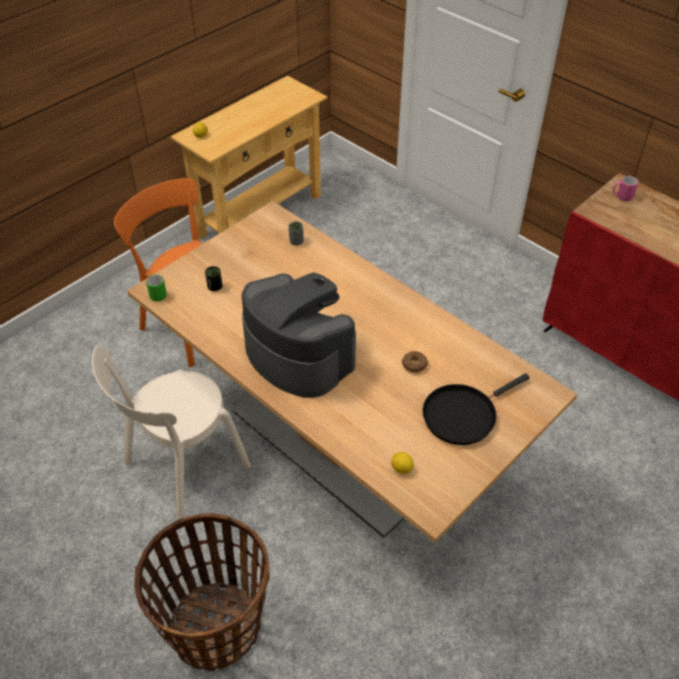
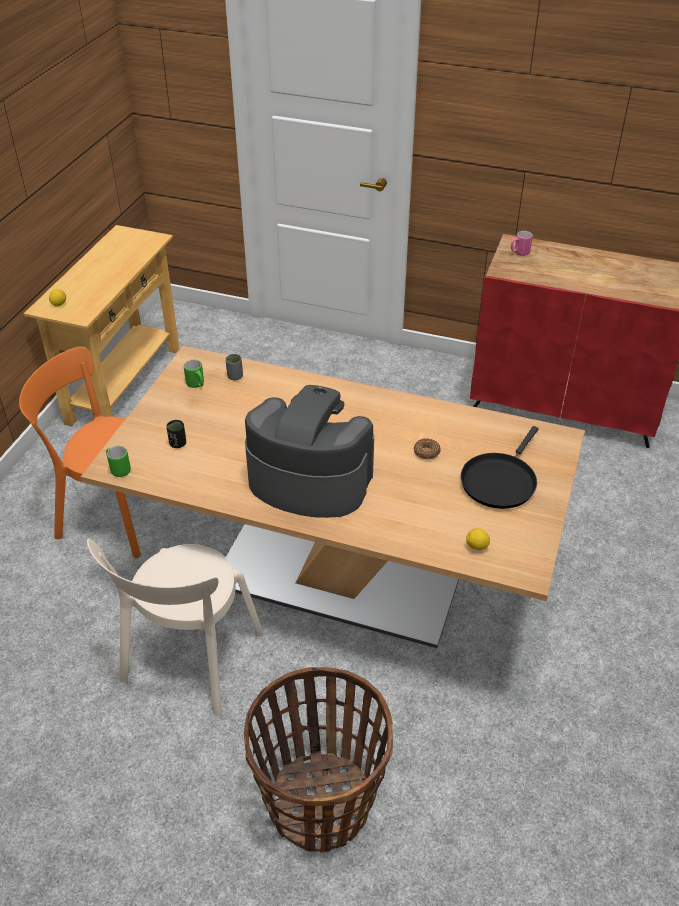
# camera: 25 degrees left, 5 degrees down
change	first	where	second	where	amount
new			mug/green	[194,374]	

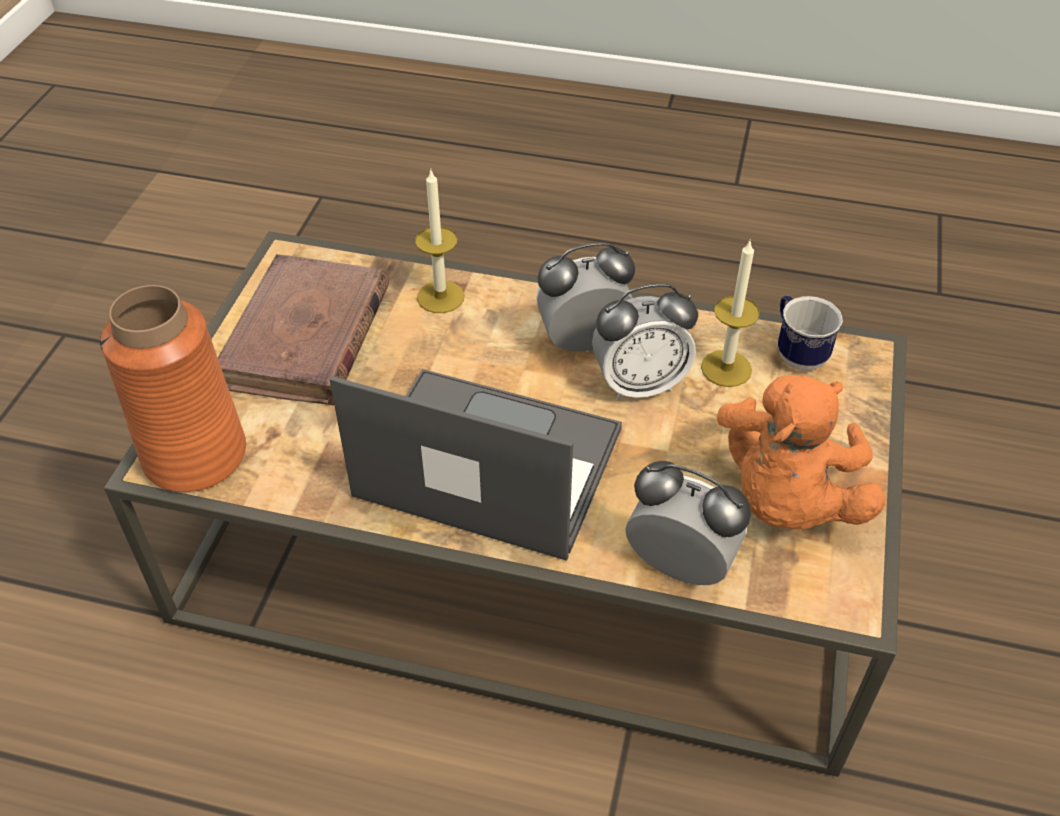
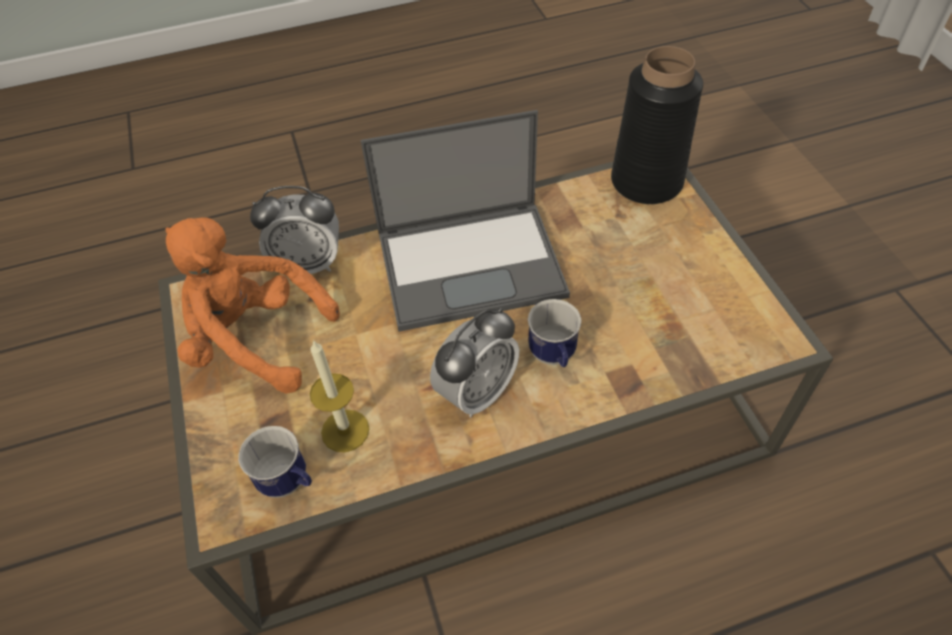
# camera: 150 degrees right, 5 degrees up
change	first	where	second	where	amount
gone	candle	[440,241]			
gone	book/brown	[303,330]			
gone	alarm clock	[645,342]			
repainted	vase/orange	[173,388]	vase/black	[657,125]	
rotated	plush toy/orange	[801,452]		[252,305]	60 degrees counterclockwise
new			mug	[555,333]	

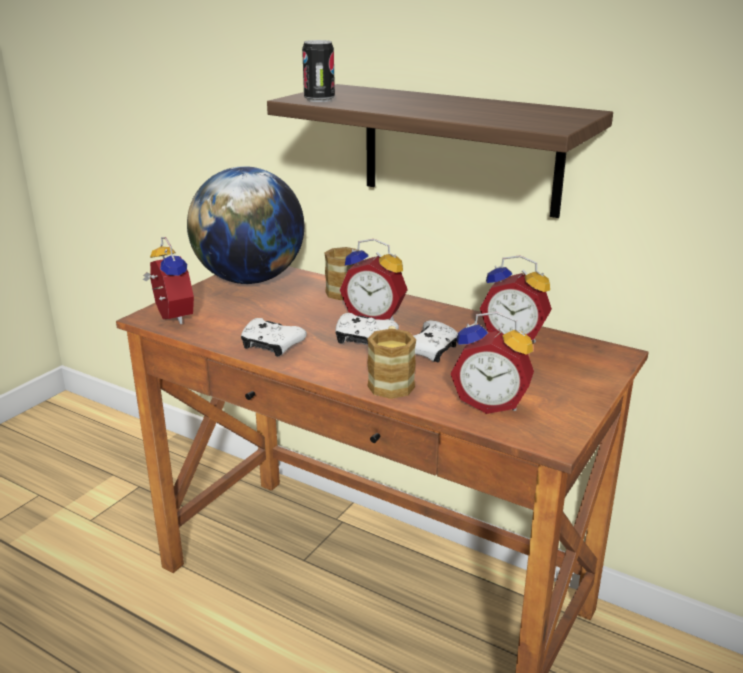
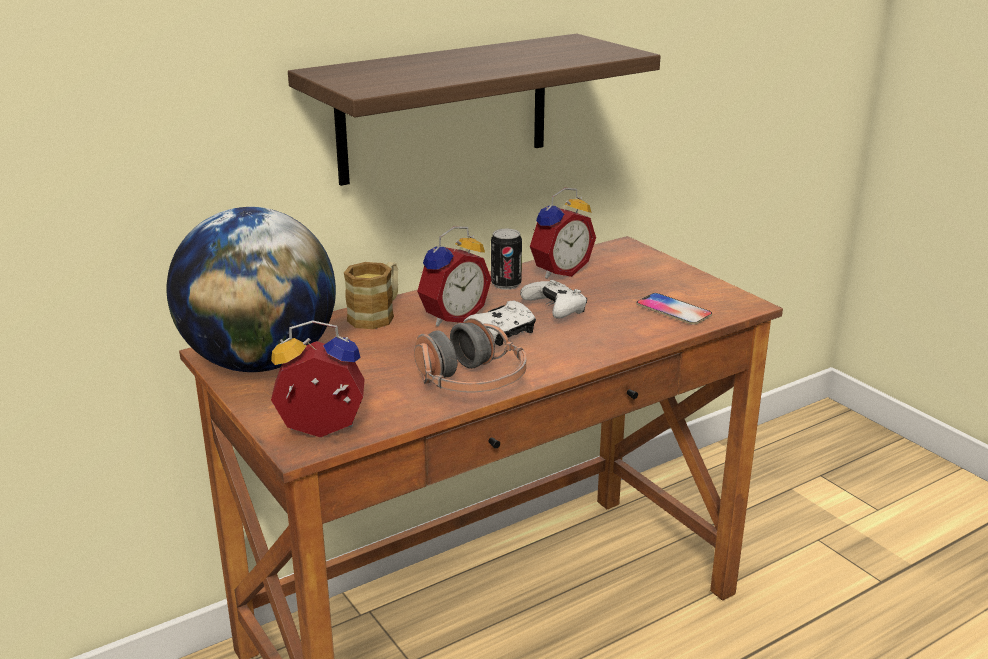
# camera: 65 degrees left, 0 degrees up
change	first	where	second	where	amount
shifted	can	[318,71]		[506,259]	
swapped	alarm clock	[492,363]	phone	[674,309]	
swapped	game controller/white	[274,337]	headphones	[470,355]	
gone	mug	[391,362]			

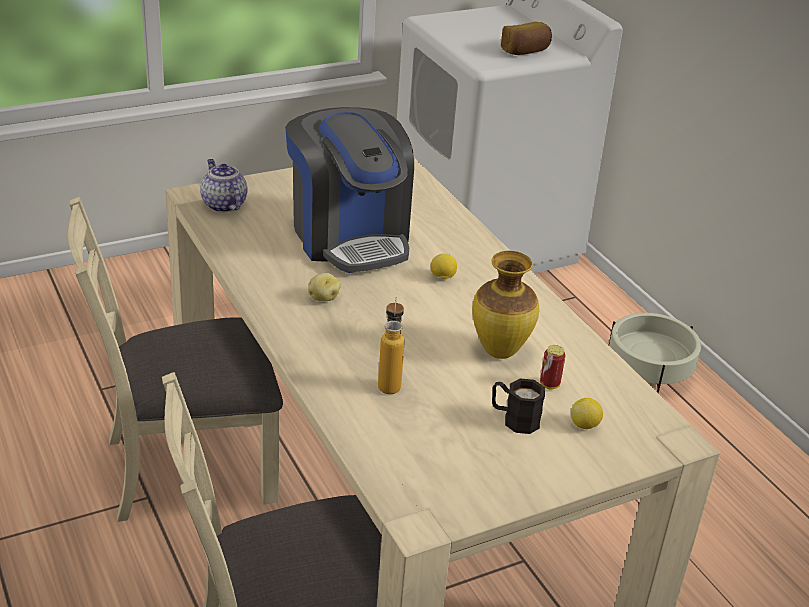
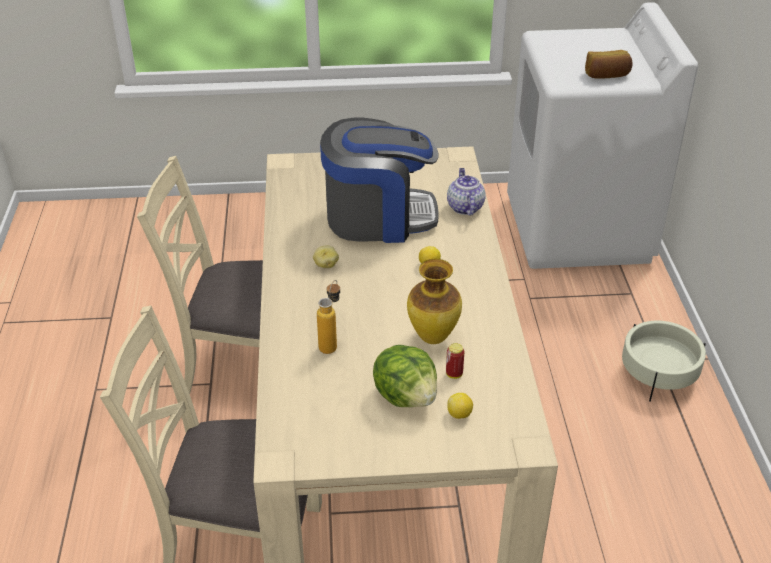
# camera: 25 degrees right, 5 degrees up
change	first	where	second	where	amount
rotated	coffee machine	[349,190]		[379,180]	90 degrees counterclockwise
shifted	teapot	[224,185]		[466,192]	
swapped	mug/black	[518,406]	lettuce	[405,376]	

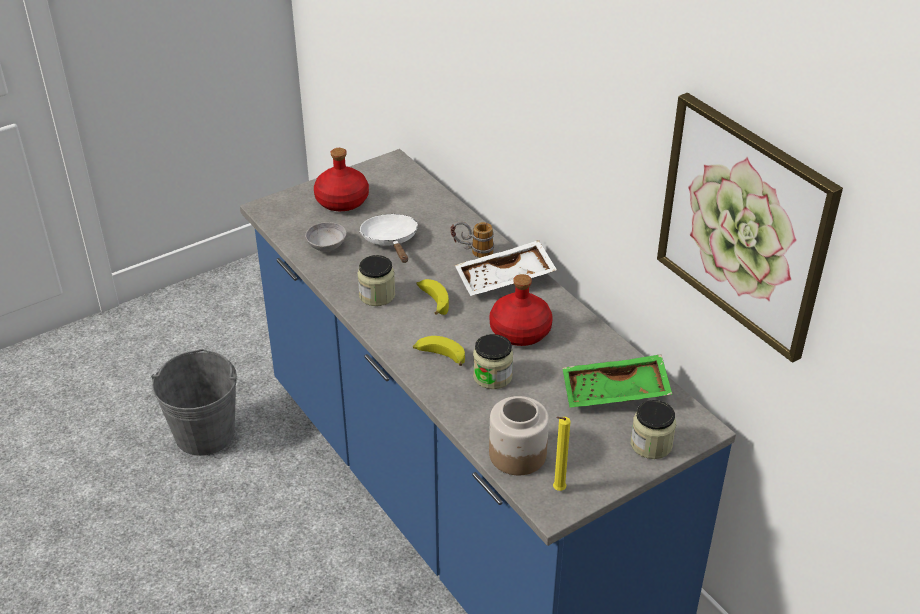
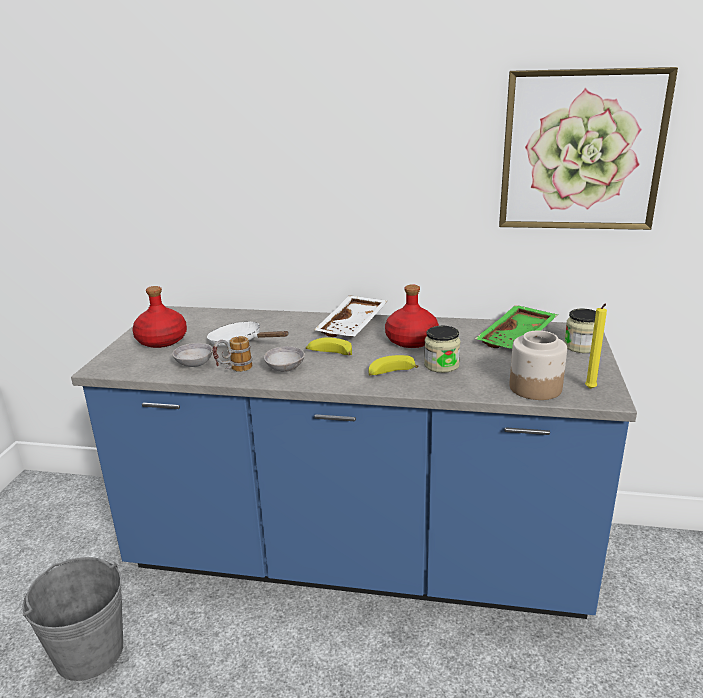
# camera: 45 degrees left, 15 degrees down
change	first	where	second	where	amount
shifted	mug	[472,239]		[232,354]	
swapped	jar	[376,280]	bowl/grey	[284,359]	

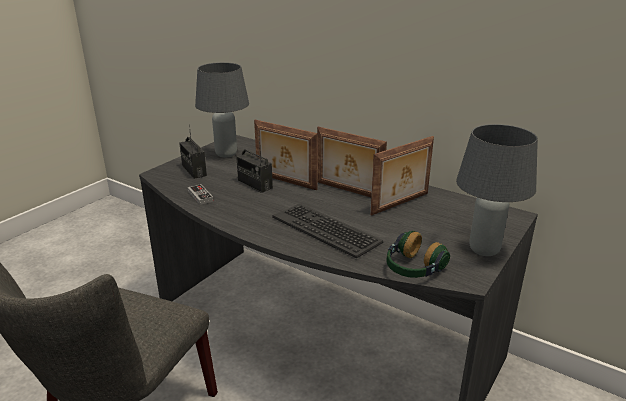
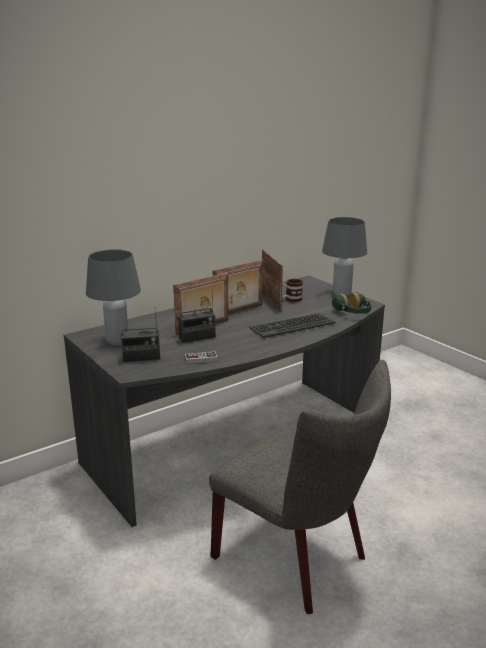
# camera: 70 degrees left, 5 degrees down
change	first	where	second	where	amount
new			mug	[292,290]	

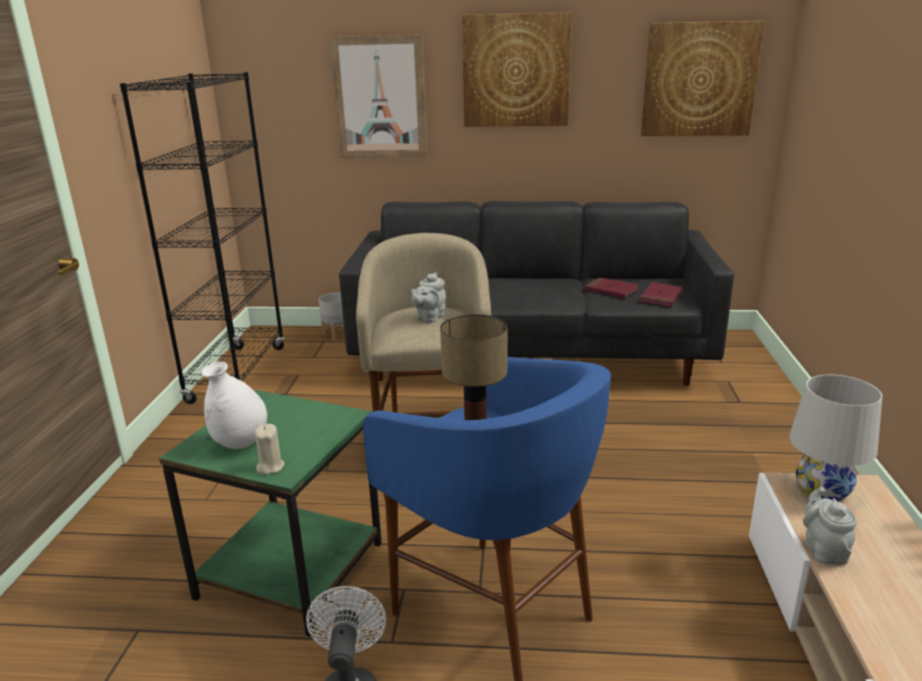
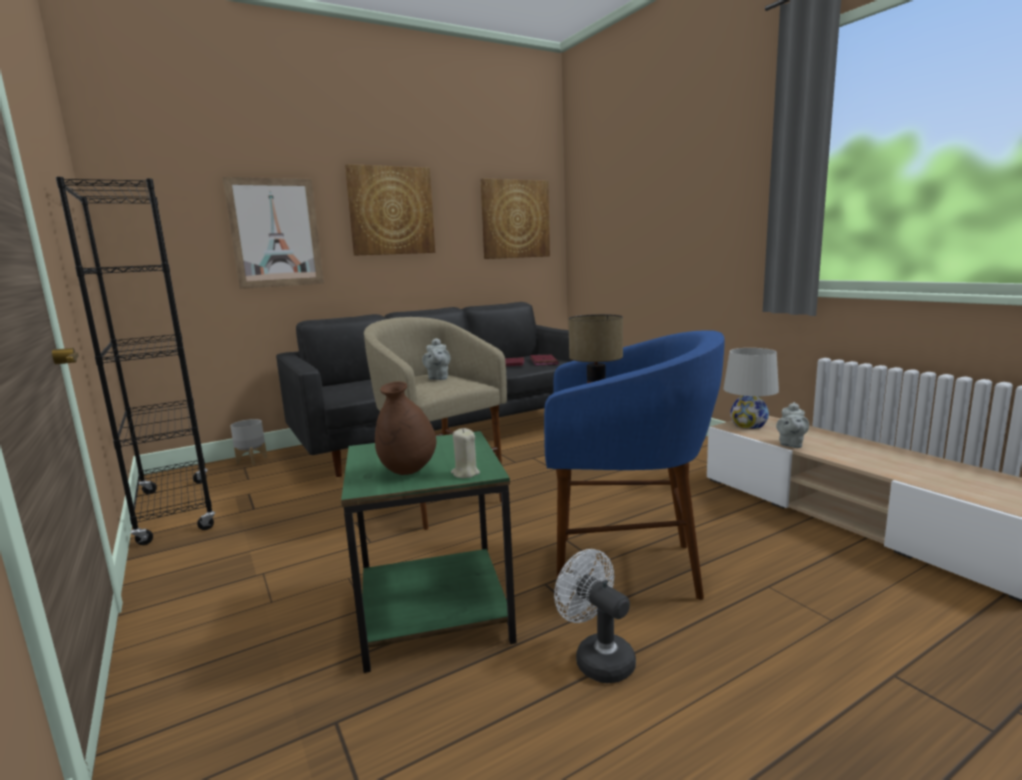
# camera: 35 degrees left, 10 degrees down
change	first	where	second	where	amount
repainted	vase/white	[234,405]	vase/brown	[405,428]	
rotated	teapot/grey	[830,526]		[792,425]	120 degrees counterclockwise

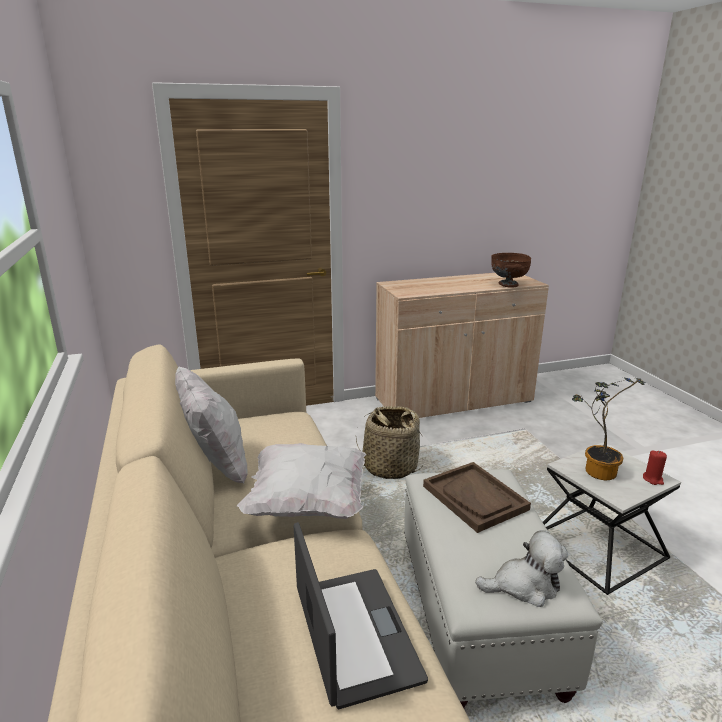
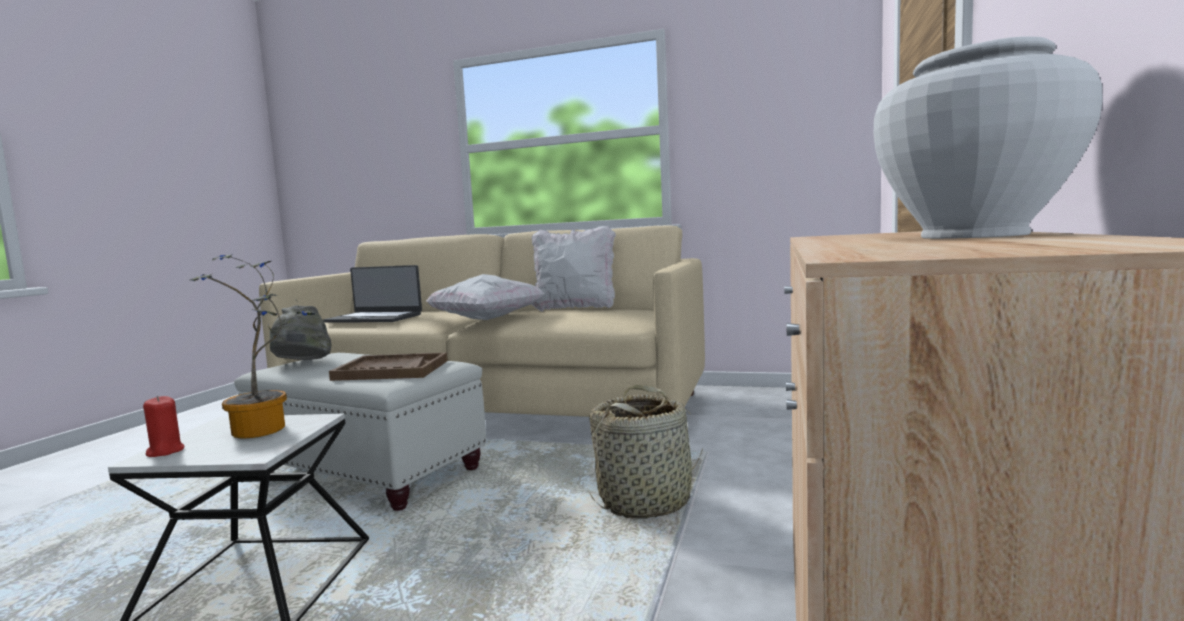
# camera: 125 degrees right, 15 degrees down
change	first	where	second	where	amount
gone	bowl/brown	[511,270]			
swapped	plush toy	[521,568]	hat/grey	[301,333]	
new			vase/white	[988,137]	

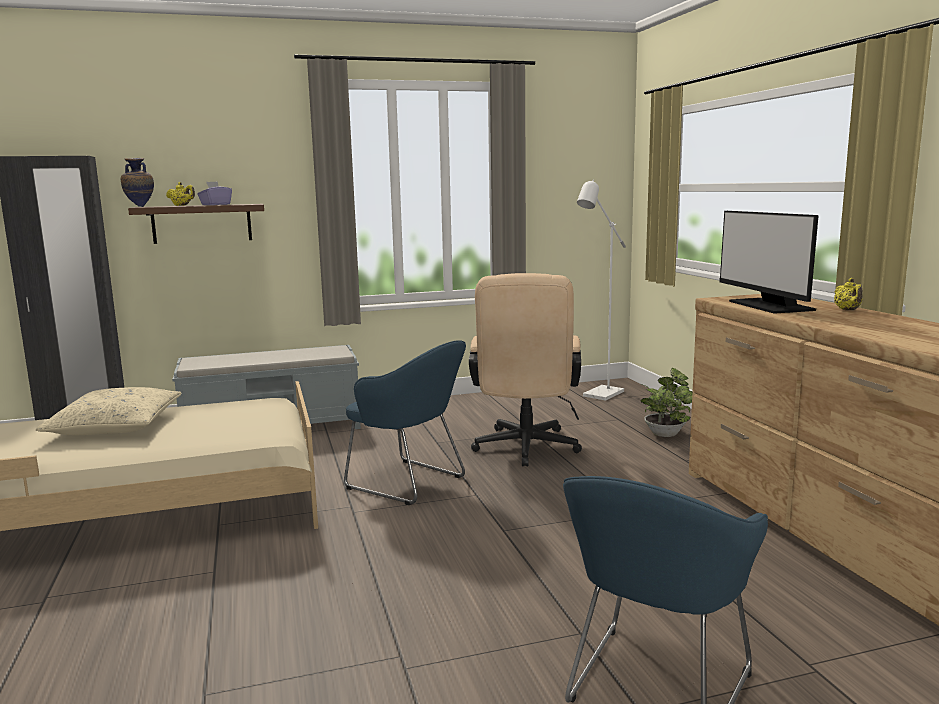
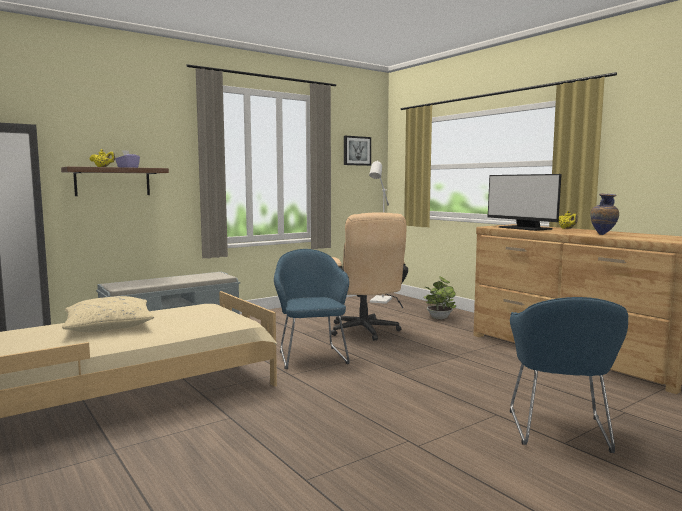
# camera: 20 degrees left, 5 degrees down
change	first	where	second	where	amount
shifted	vase	[137,182]		[604,214]	
rotated	armchair/blue	[405,422]		[311,309]	120 degrees counterclockwise
new			picture	[357,151]	

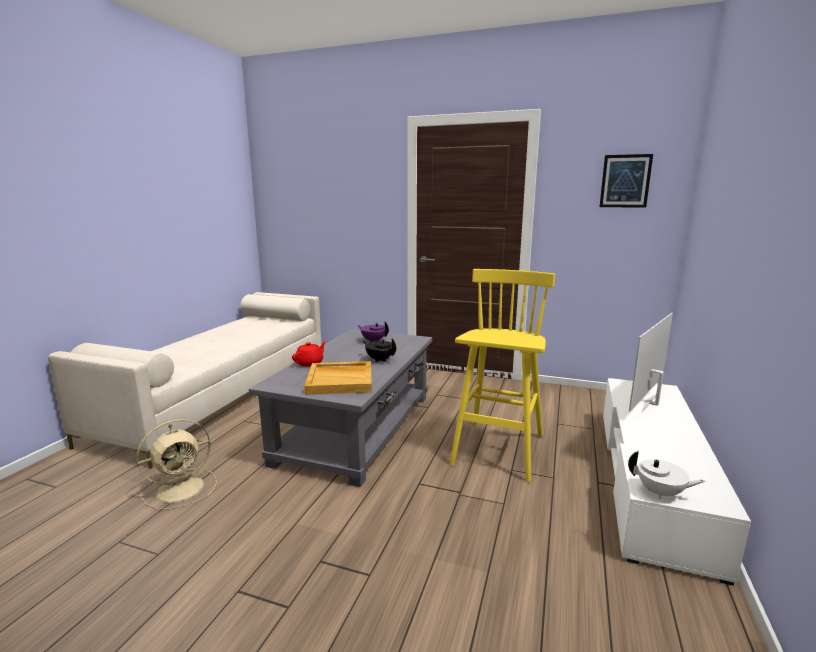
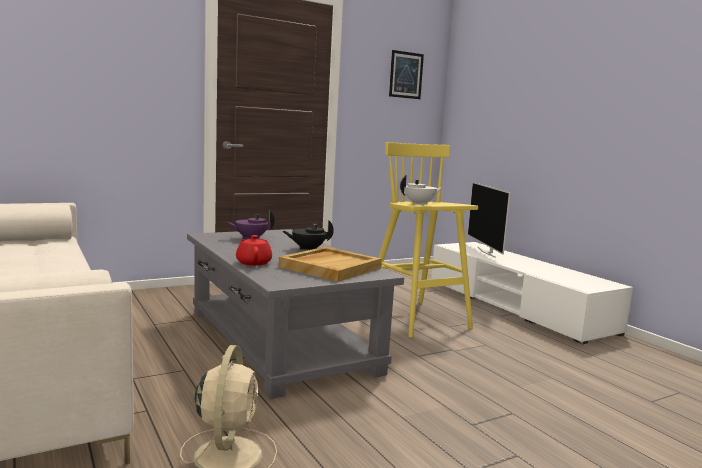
# camera: 50 degrees left, 5 degrees down
change	first	where	second	where	amount
shifted	teapot/white	[666,475]		[421,190]	

